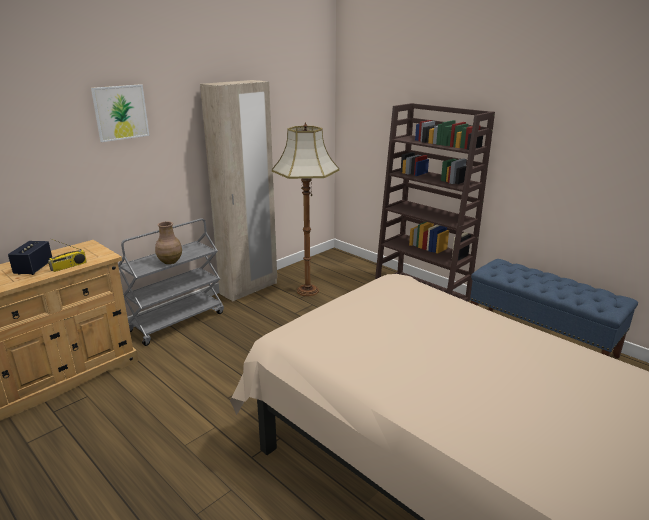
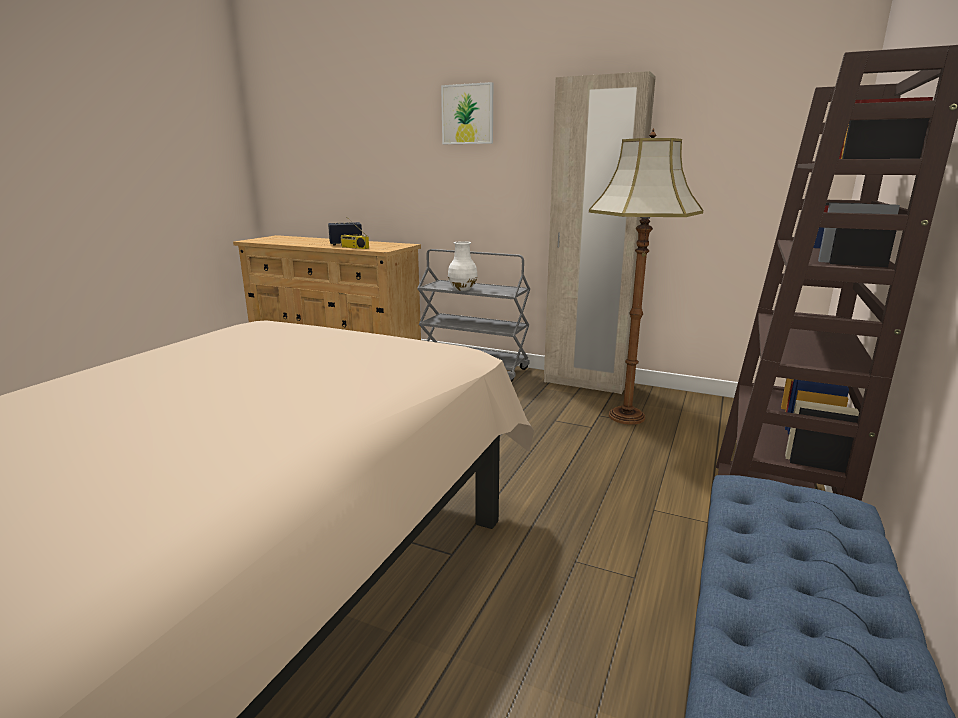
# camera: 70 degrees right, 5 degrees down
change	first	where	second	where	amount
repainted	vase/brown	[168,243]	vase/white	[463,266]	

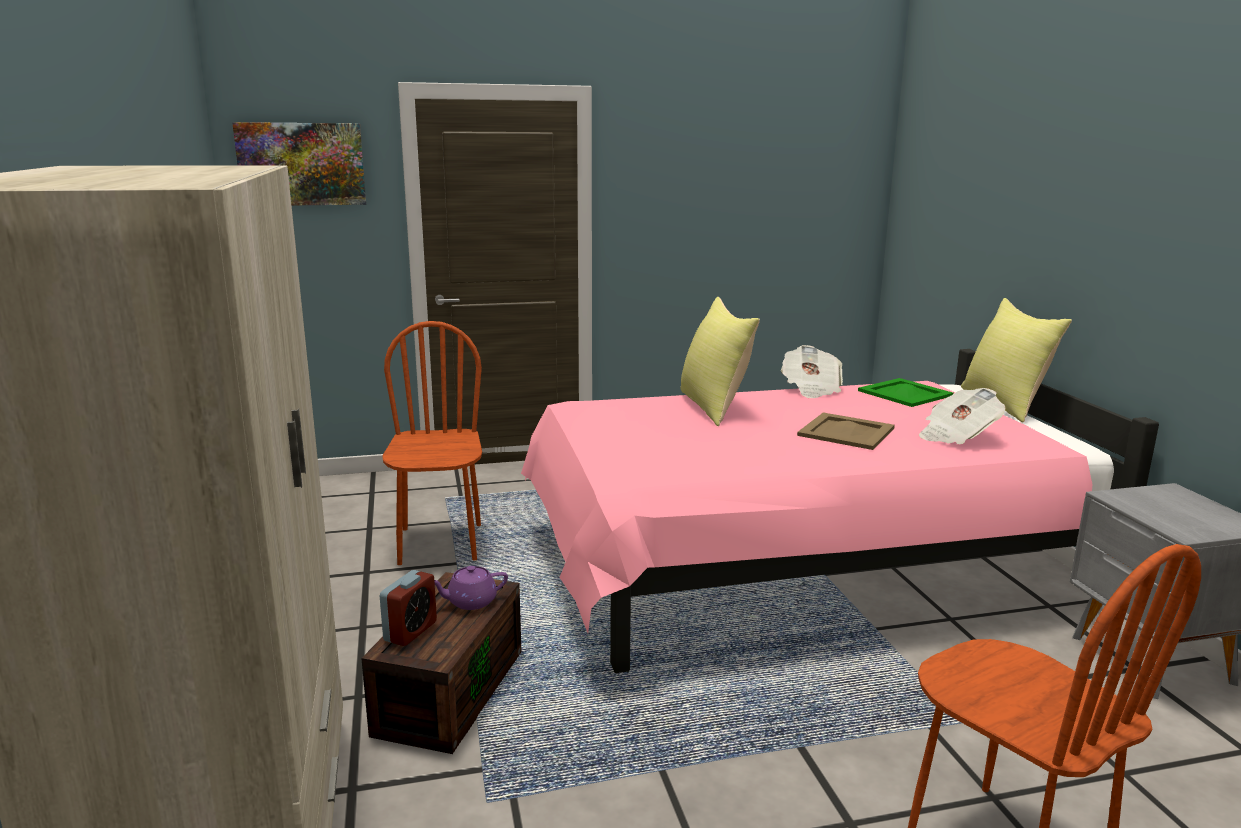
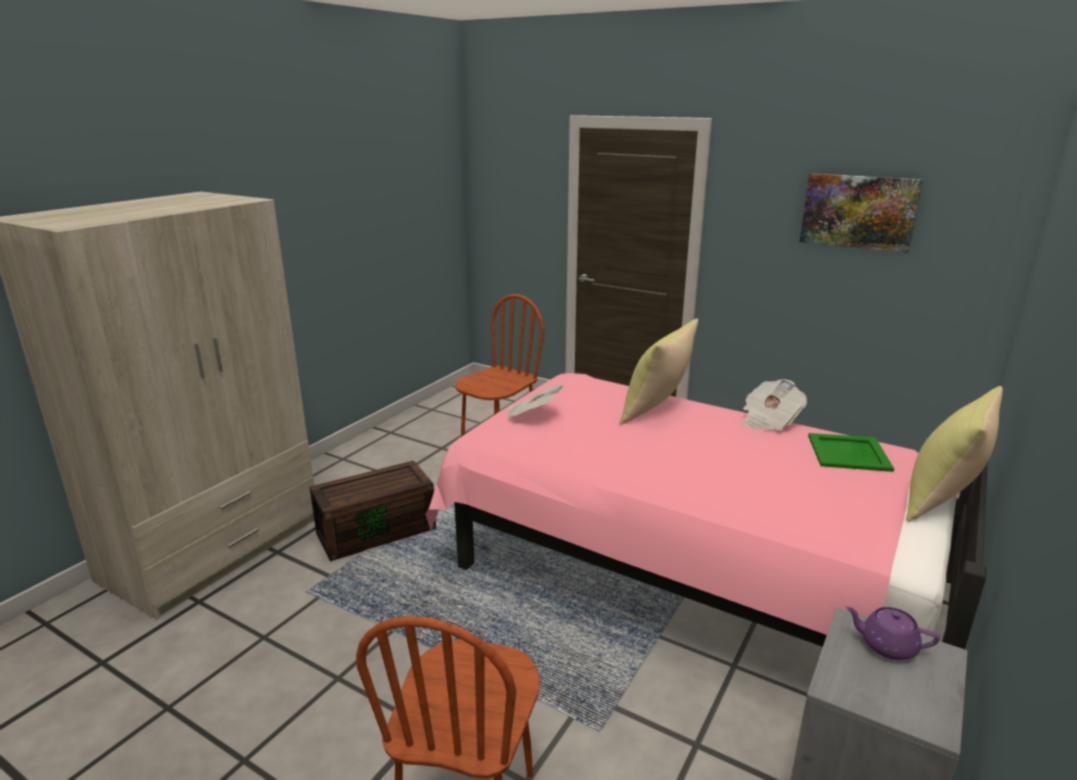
# camera: 45 degrees right, 5 degrees up
change	first	where	second	where	amount
shifted	picture	[299,163]		[861,213]	
shifted	newspaper	[962,416]		[535,401]	
gone	tray/beige	[846,431]			
shifted	teapot/purple	[471,588]		[892,633]	
gone	alarm clock	[408,608]			

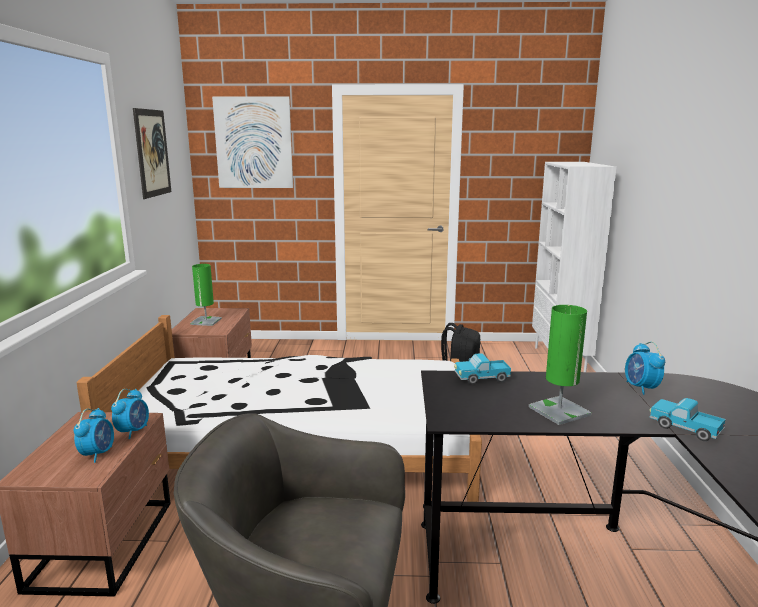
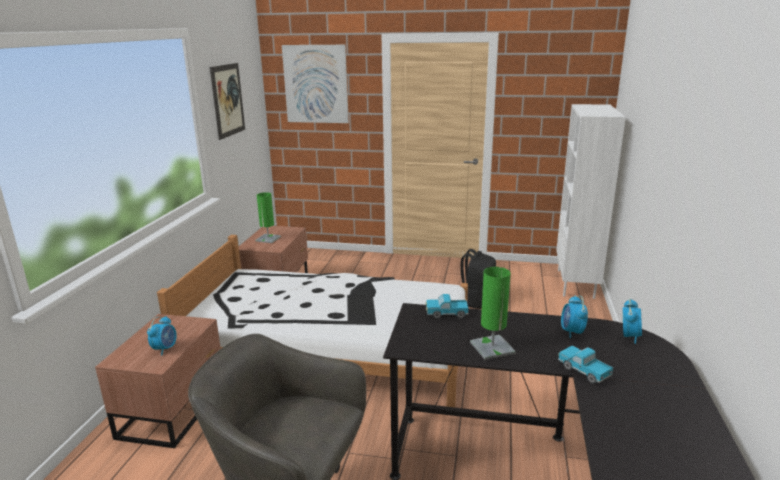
# camera: 10 degrees right, 5 degrees up
change	first	where	second	where	amount
shifted	alarm clock	[130,414]		[632,321]	

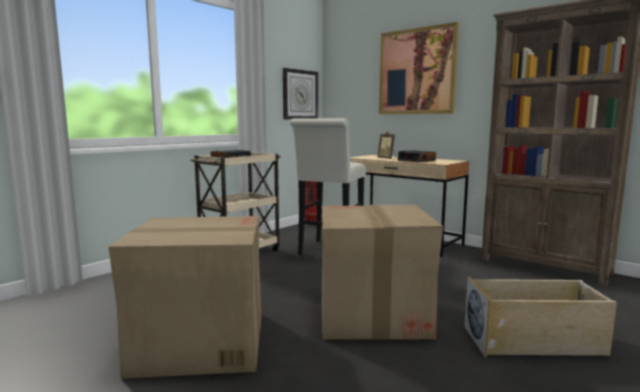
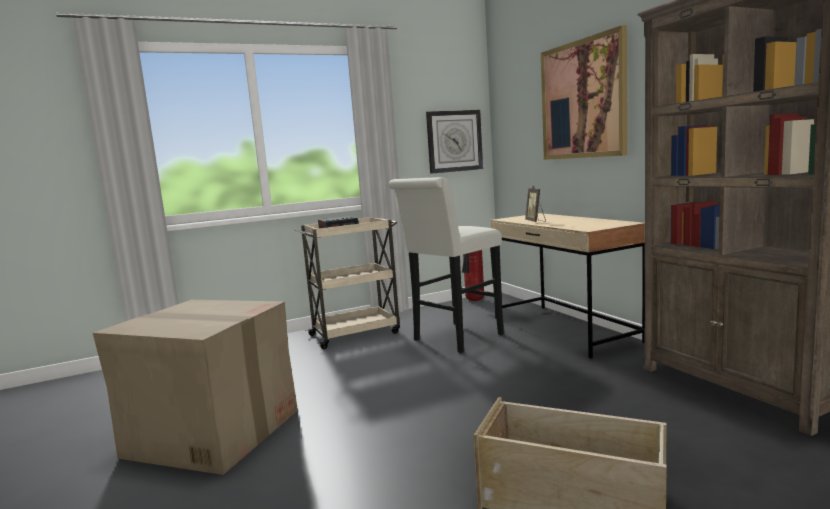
# camera: 25 degrees right, 0 degrees up
change	first	where	second	where	amount
gone	alarm clock	[416,156]			
gone	cardboard box	[382,272]			

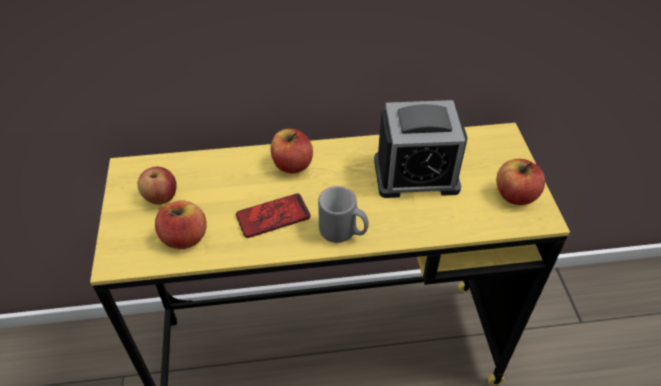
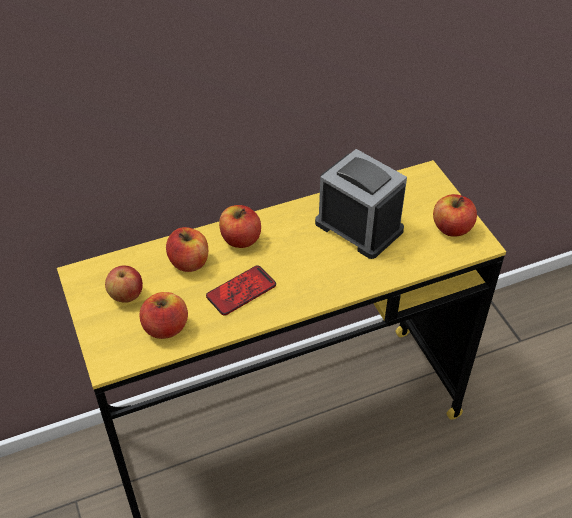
# camera: 15 degrees left, 0 degrees up
change	first	where	second	where	amount
rotated	alarm clock	[420,149]		[361,204]	120 degrees counterclockwise
gone	mug/grey	[343,214]			
new			apple	[187,249]	

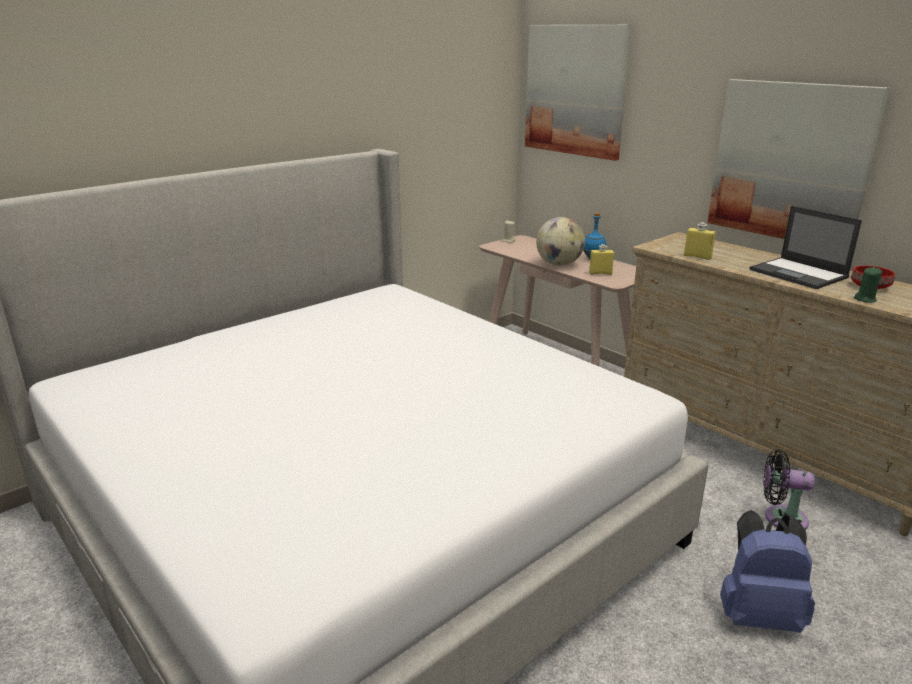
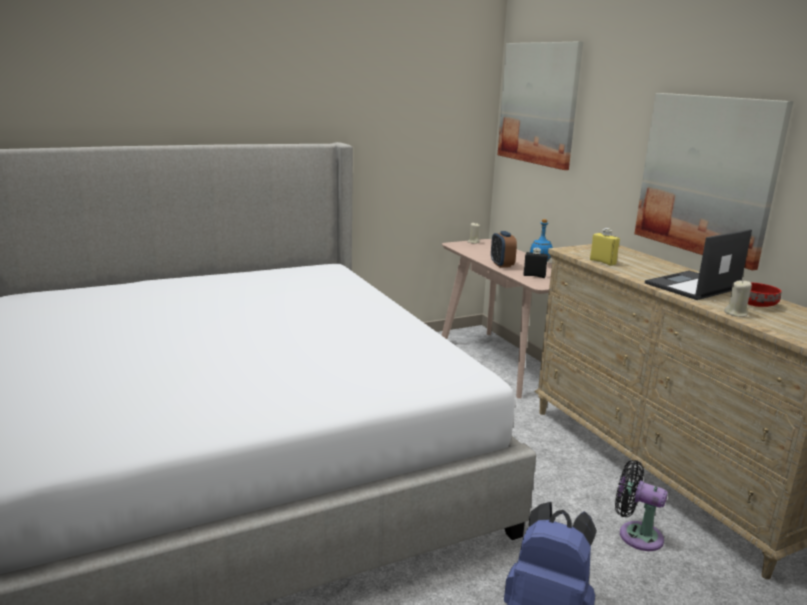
# camera: 15 degrees right, 5 degrees down
change	first	where	second	where	amount
rotated	laptop	[806,247]		[698,264]	75 degrees clockwise
swapped	globe	[560,241]	alarm clock	[504,249]	
repainted	bottle/yellow	[601,259]	bottle/black	[535,263]	
repainted	candle/green	[868,285]	candle/beige	[738,299]	

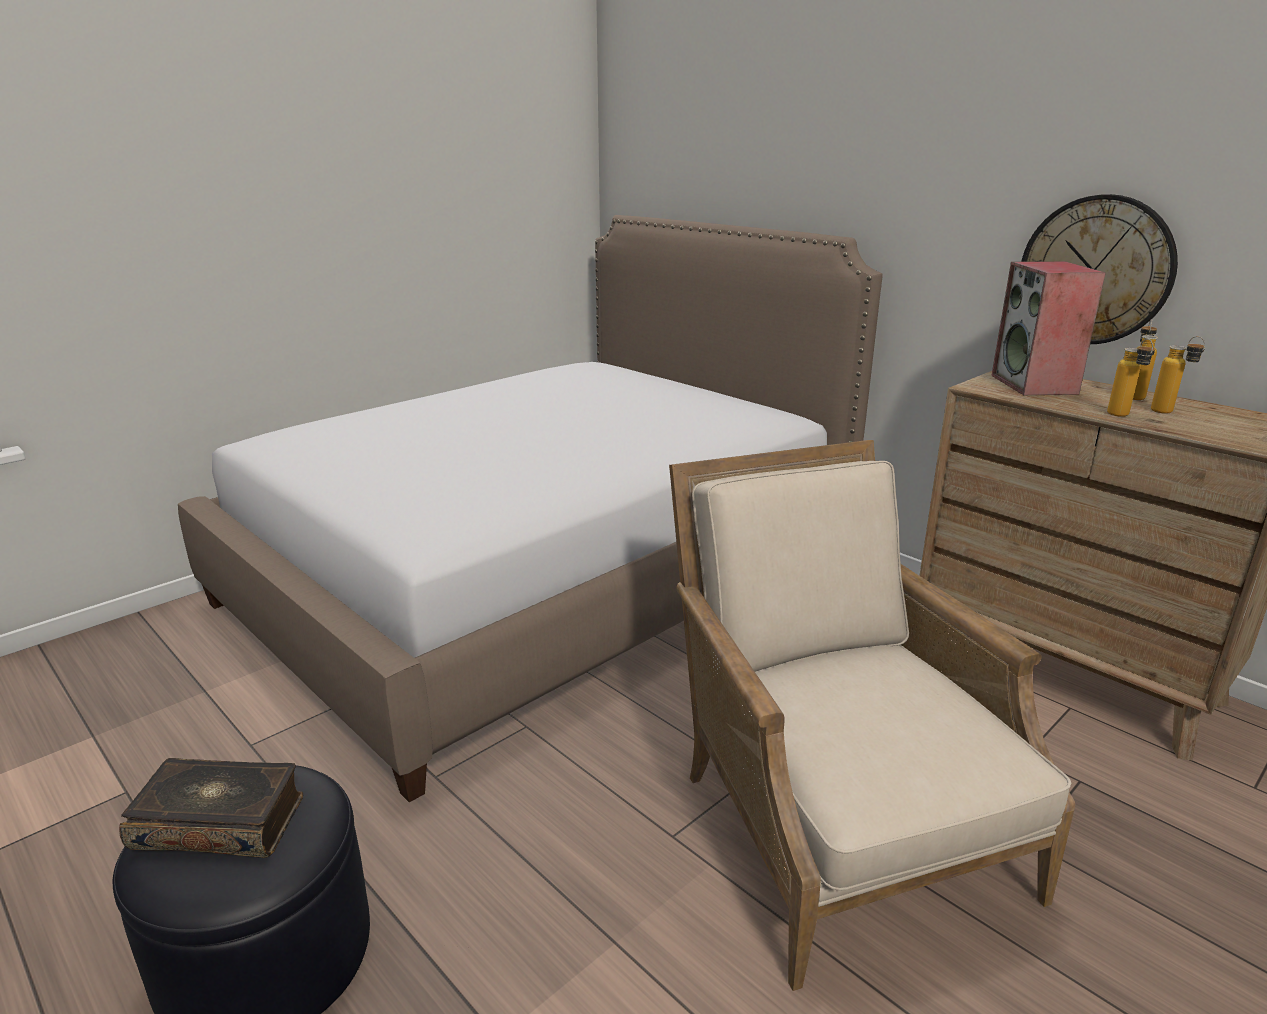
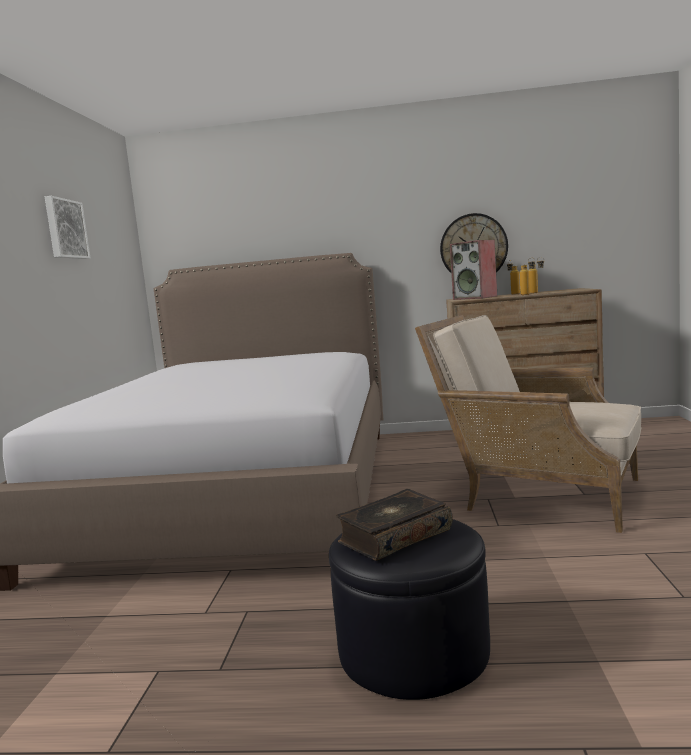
# camera: 40 degrees left, 15 degrees down
change	first	where	second	where	amount
new			picture	[67,227]	

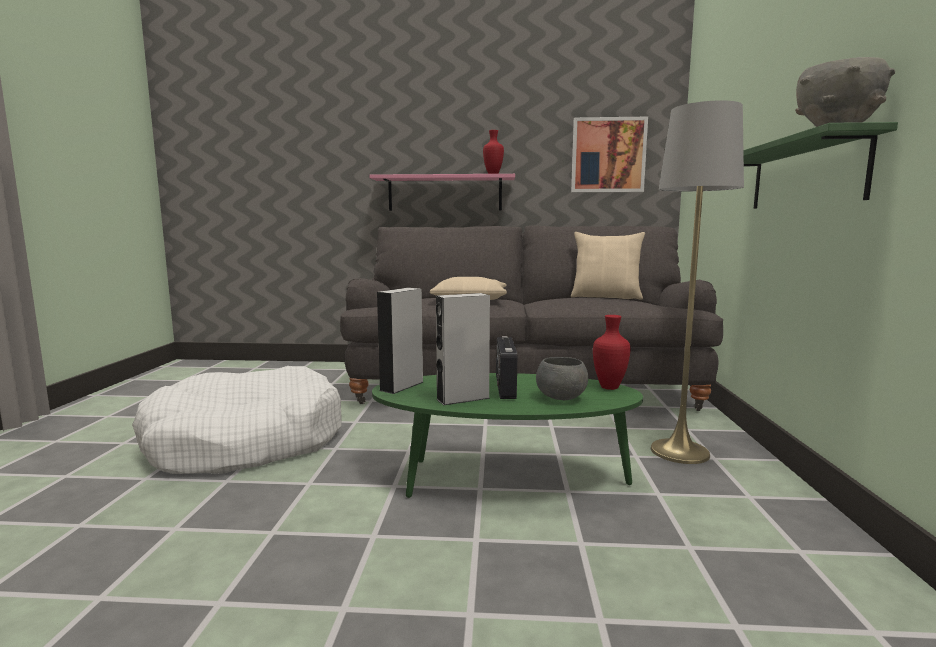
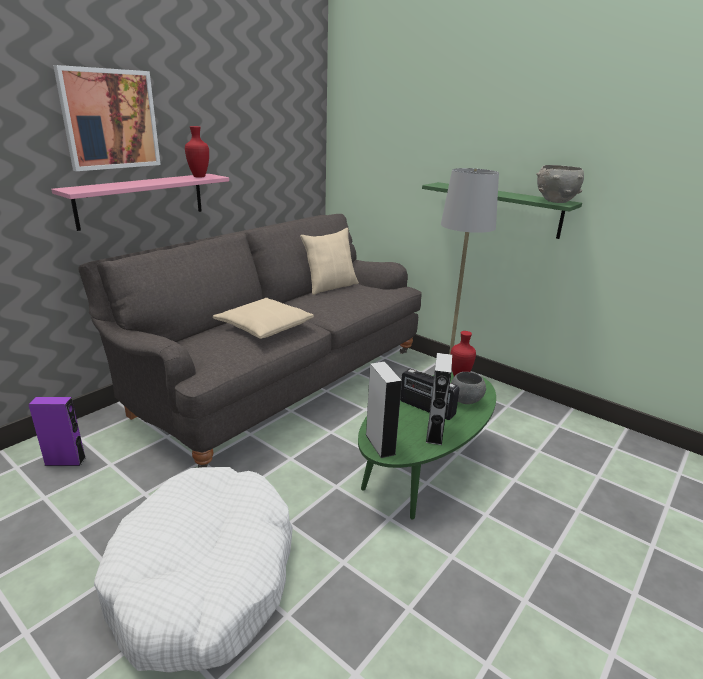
# camera: 55 degrees left, 15 degrees up
change	first	where	second	where	amount
shifted	picture	[609,154]		[107,118]	
new			speaker/purple	[57,431]	

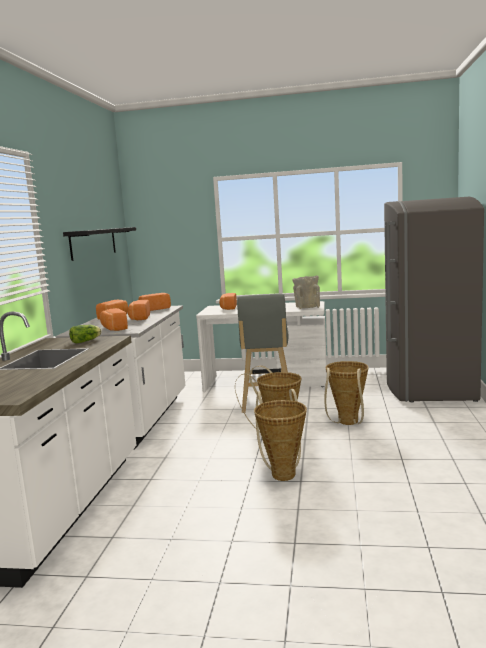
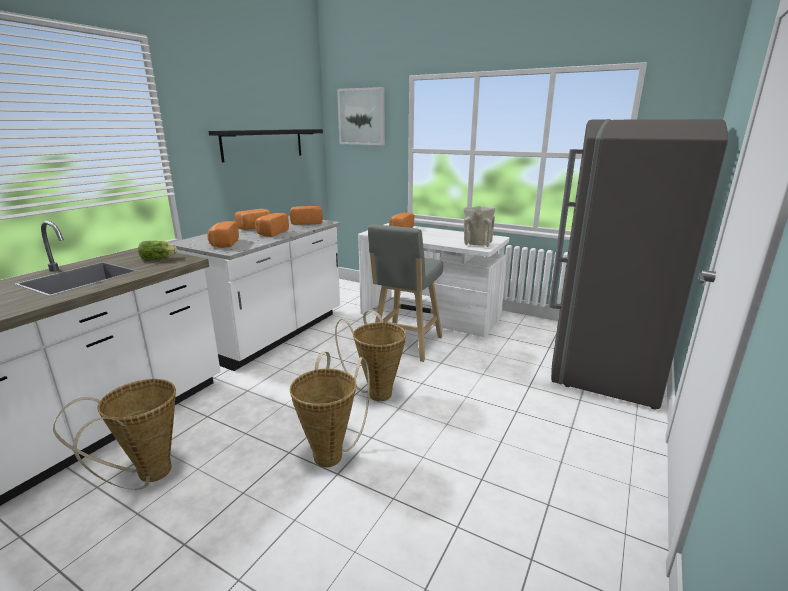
# camera: 20 degrees right, 10 degrees up
change	first	where	second	where	amount
shifted	basket	[346,393]		[114,434]	
new			picture	[361,116]	

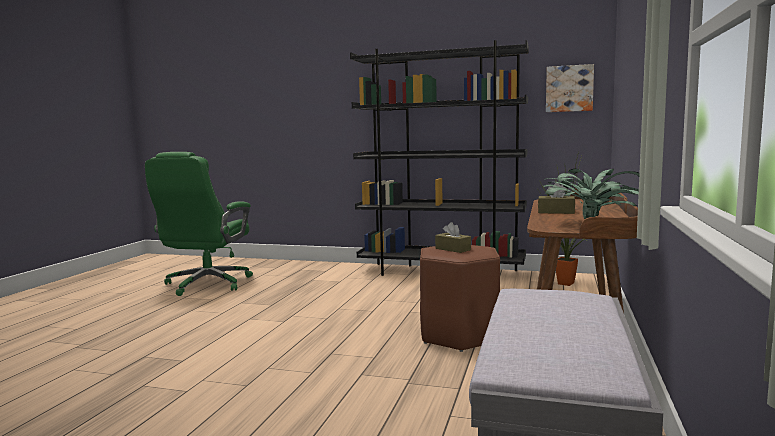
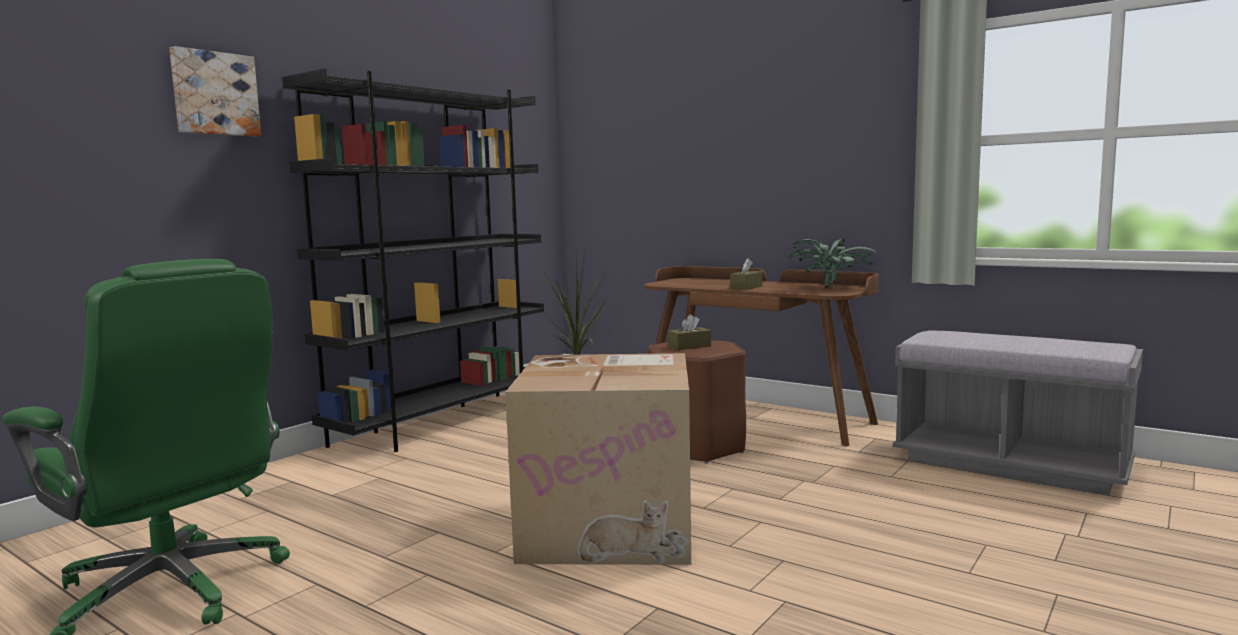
# camera: 70 degrees left, 0 degrees up
change	first	where	second	where	amount
shifted	picture	[570,88]		[215,91]	
new			cardboard box	[598,459]	

